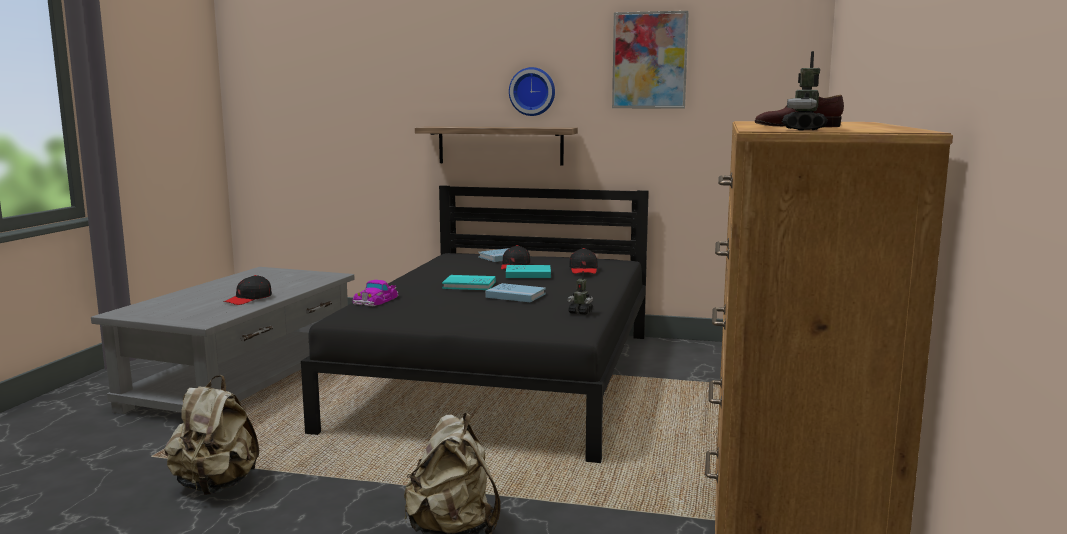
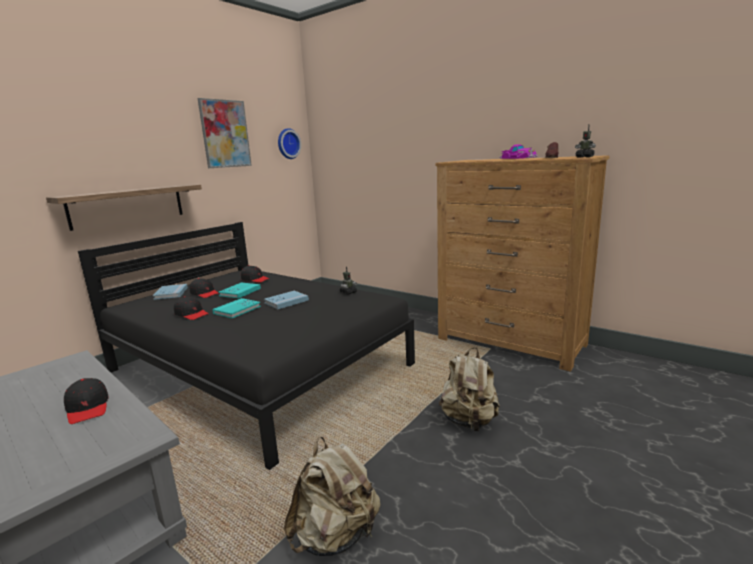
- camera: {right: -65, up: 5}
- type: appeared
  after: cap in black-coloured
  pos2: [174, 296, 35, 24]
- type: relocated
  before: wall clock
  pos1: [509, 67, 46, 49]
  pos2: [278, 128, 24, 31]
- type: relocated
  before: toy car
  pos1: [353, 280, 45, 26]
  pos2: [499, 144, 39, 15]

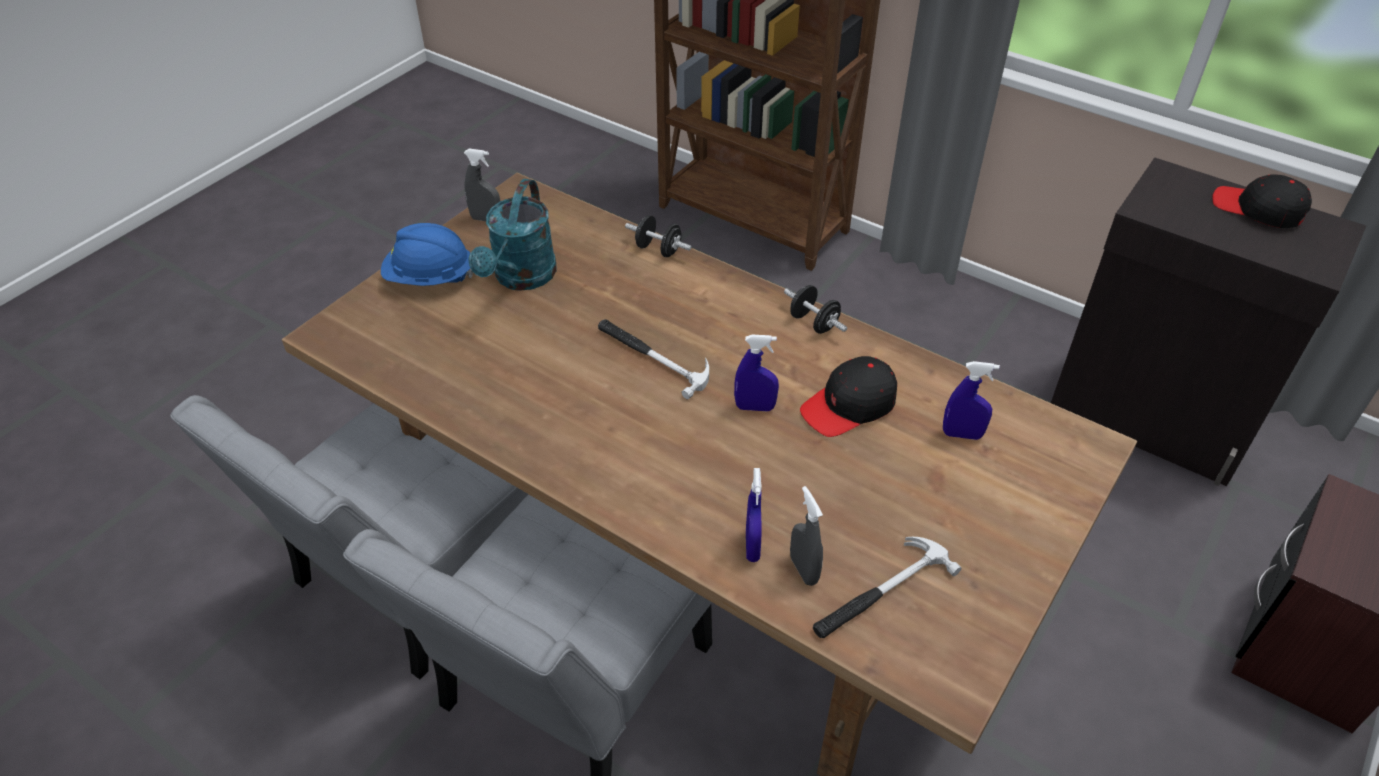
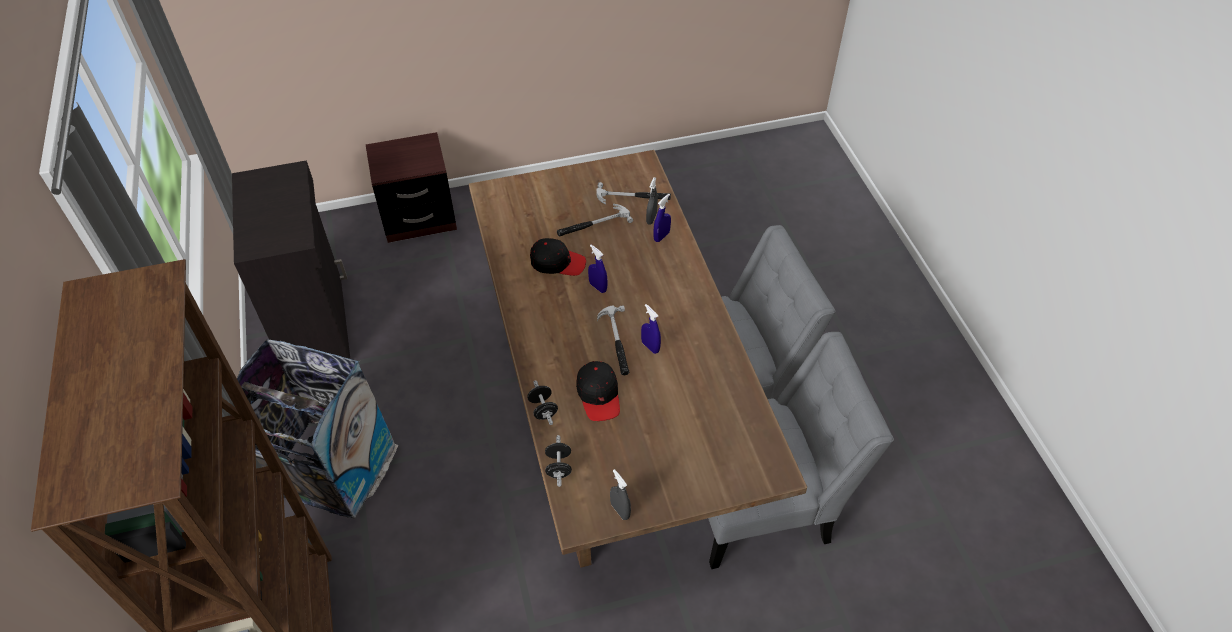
- camera: {right: -140, up: 5}
- type: appeared
  after: waste bin
  pos2: [237, 340, 161, 179]
- type: relocated
  before: free weight in black-coloured
  pos1: [784, 285, 63, 49]
  pos2: [545, 435, 27, 52]
- type: appeared
  after: hammer
  pos2: [557, 204, 76, 32]
- type: relocated
  before: cap in black-coloured
  pos1: [1213, 174, 99, 54]
  pos2: [576, 361, 44, 60]
- type: relocated
  before: spray bottle in blue-coloured
  pos1: [943, 361, 57, 79]
  pos2: [641, 304, 20, 50]
- type: missing
  before: safety helmet in blue-coloured
  pos1: [381, 223, 92, 63]
- type: missing
  before: sprinkling can in turquoise
  pos1: [468, 179, 89, 112]

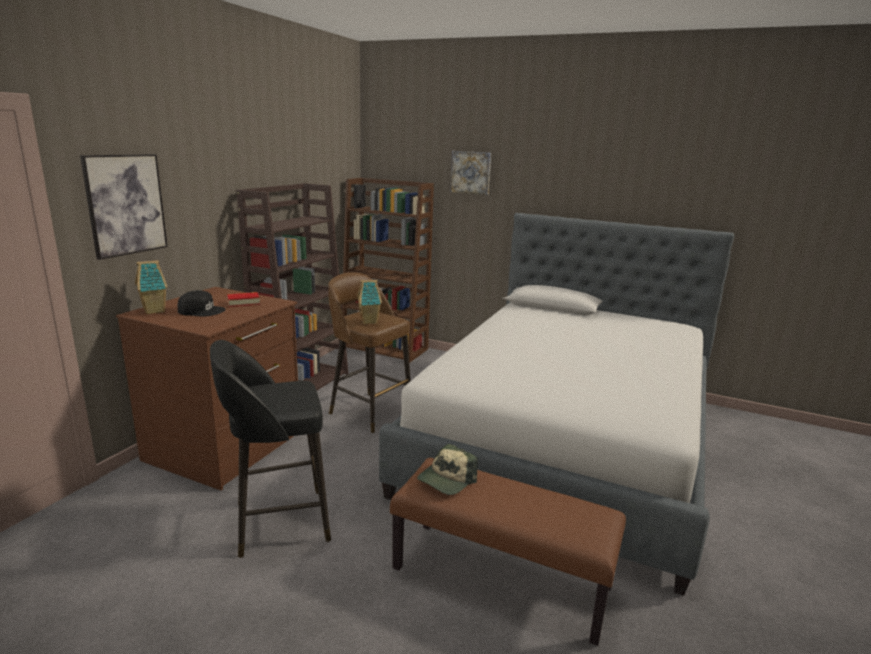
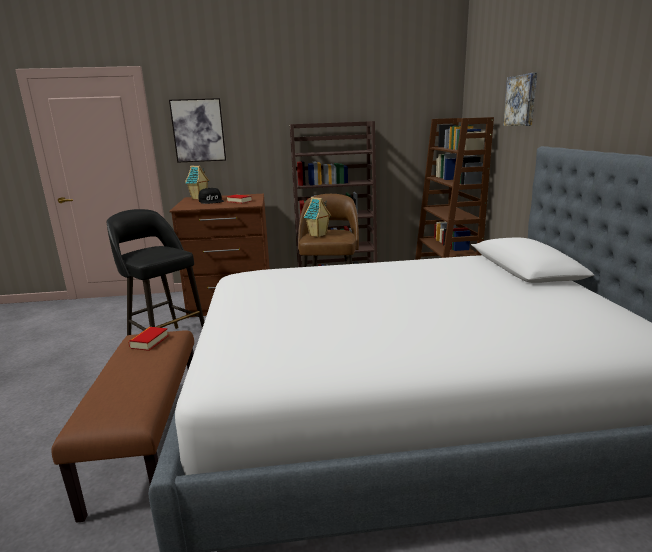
- camera: {right: 60, up: 0}
- type: exchanged
  before: cap
  after: bound book
  pos1: [417, 444, 61, 51]
  pos2: [128, 327, 41, 24]

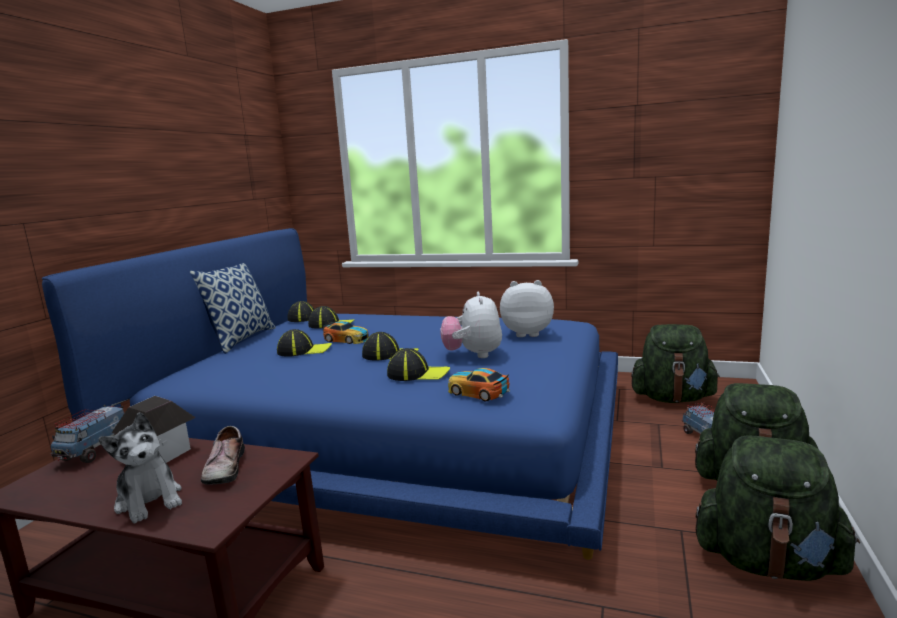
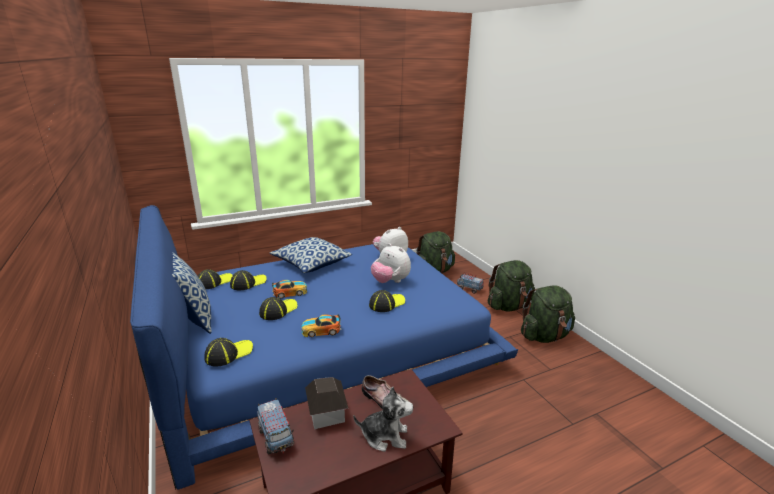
- camera: {right: -45, up: 10}
- type: relocated
  before: cap
  pos1: [362, 332, 57, 29]
  pos2: [204, 338, 49, 28]
- type: appeared
  after: cushion
  pos2: [270, 237, 82, 36]
- type: relocated
  before: toy car
  pos1: [448, 368, 62, 33]
  pos2: [301, 314, 40, 23]

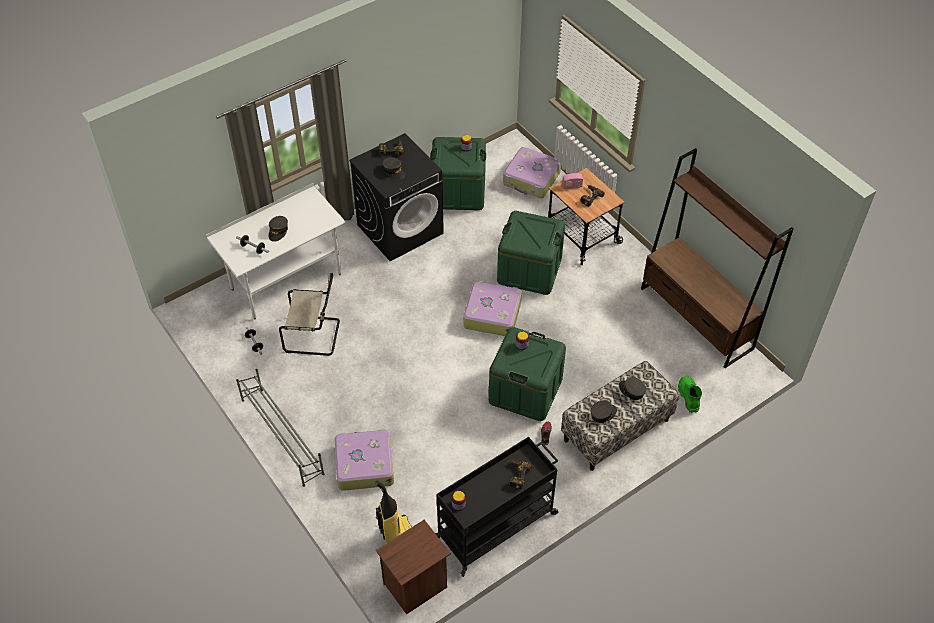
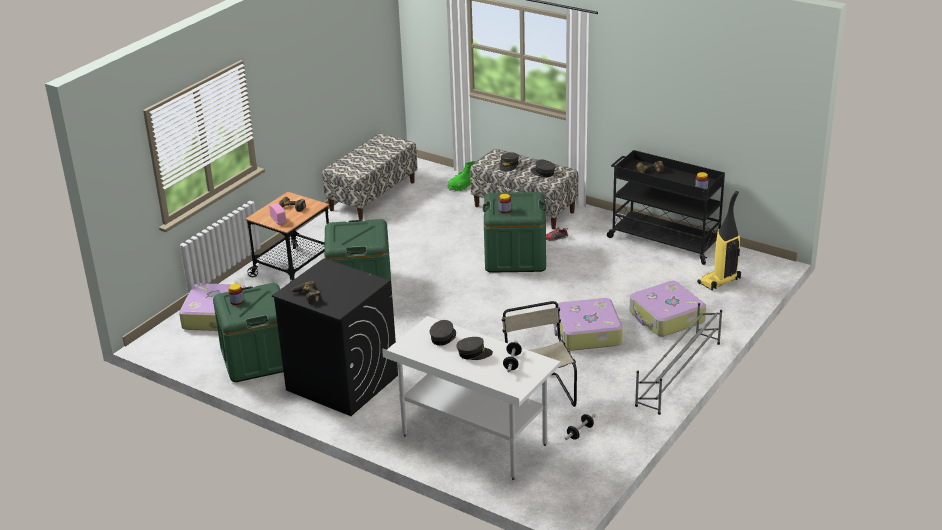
- camera: {right: -110, up: -20}
- type: exchanged
  before: bookshelf in brown
  after: indoor bench
  pos1: [641, 148, 153, 220]
  pos2: [322, 133, 96, 87]
- type: relocated
  before: cap in gray
  pos1: [382, 157, 23, 23]
  pos2: [430, 320, 26, 26]
- type: relocated
  before: suitcase
  pos1: [463, 281, 59, 55]
  pos2: [554, 298, 69, 53]
- type: missing
  before: bedside table in brown
  pos1: [376, 520, 75, 95]

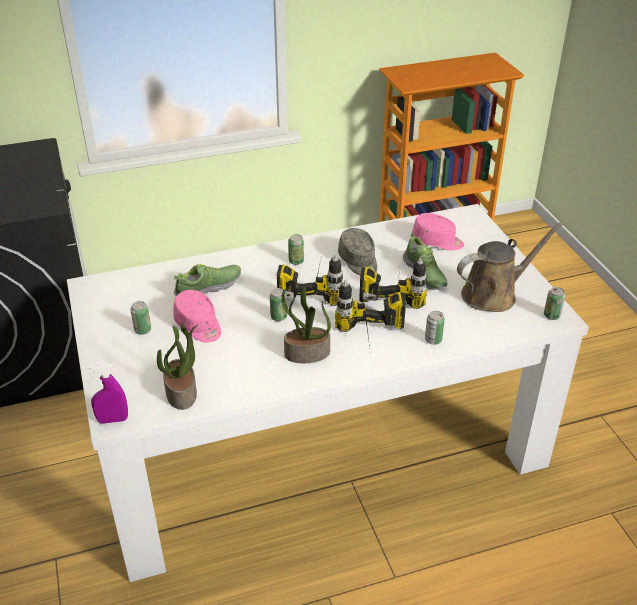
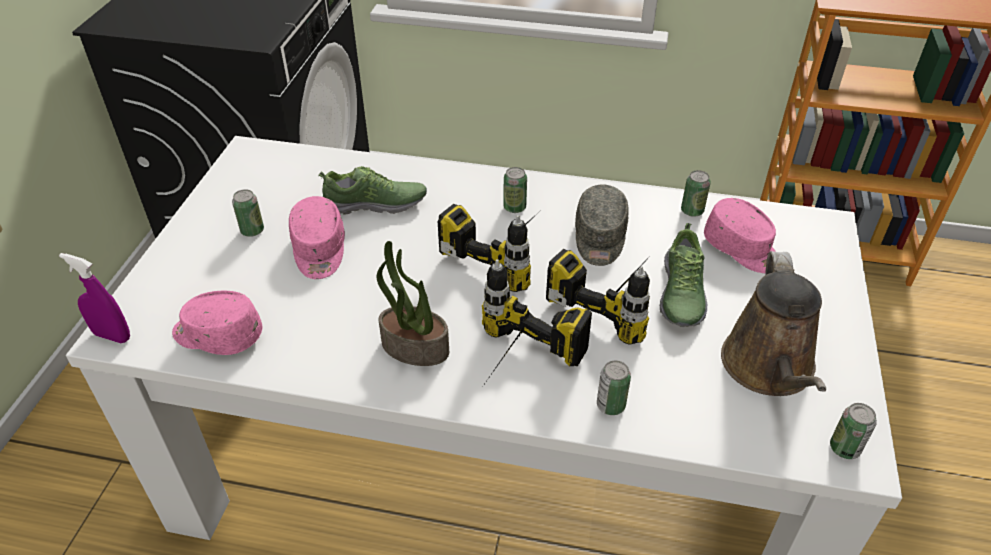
- camera: {right: 30, up: 5}
- type: exchanged
  before: houseplant
  after: cap in pinkish
  pos1: [157, 323, 41, 87]
  pos2: [172, 291, 91, 64]
- type: relocated
  before: metal can
  pos1: [270, 288, 17, 33]
  pos2: [681, 170, 30, 47]
- type: spun
  before: sprinkling can in brown
  pos1: [457, 221, 108, 91]
  pos2: [721, 251, 105, 145]
  turn: 90

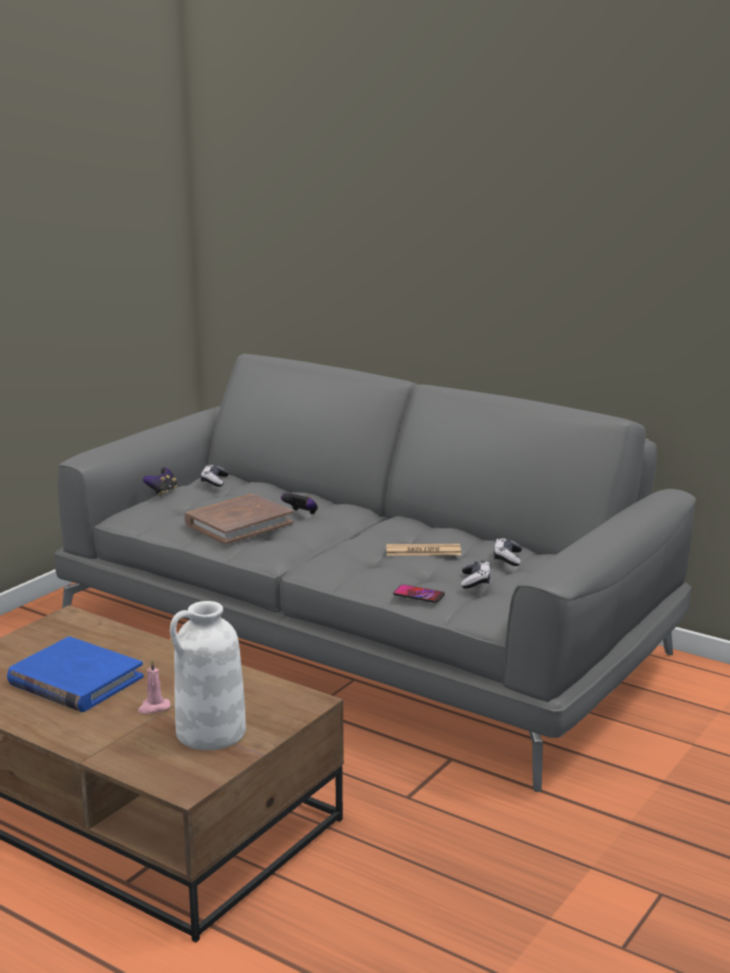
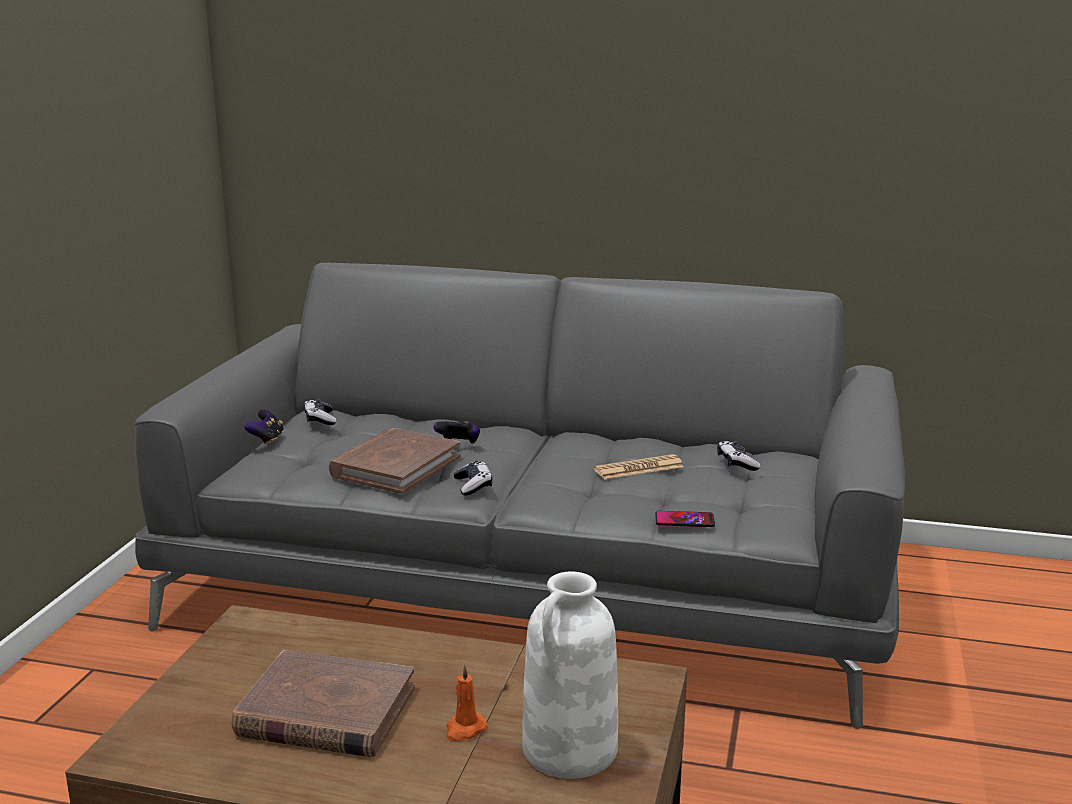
- camera: {right: -20, up: 0}
- type: colour
  before: bound book in blue-coloured
  after: bound book in brown
  pos1: [7, 636, 137, 76]
  pos2: [232, 650, 183, 107]
- type: colour
  before: wax candle in pinkish
  after: wax candle in orangey
  pos1: [138, 660, 33, 54]
  pos2: [446, 664, 41, 77]
- type: relocated
  before: gamepad
  pos1: [461, 560, 29, 28]
  pos2: [453, 461, 40, 34]

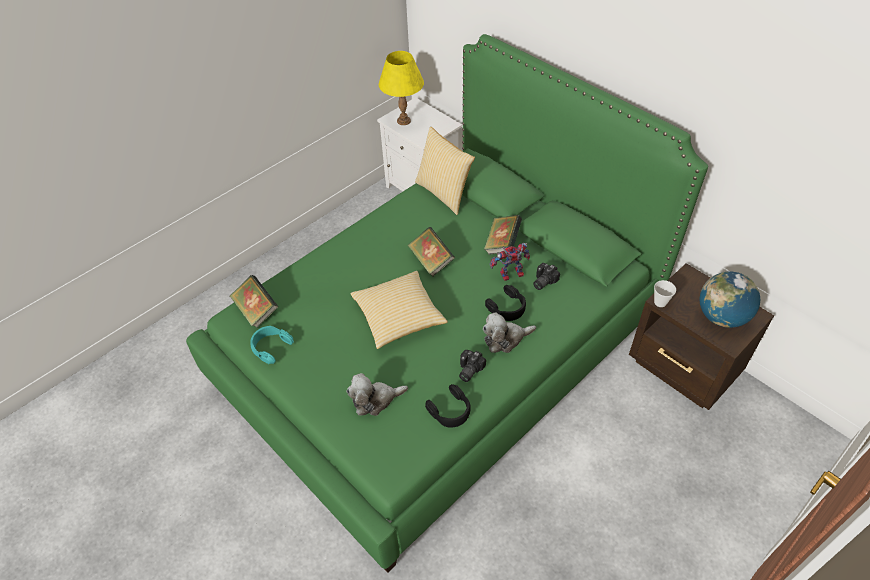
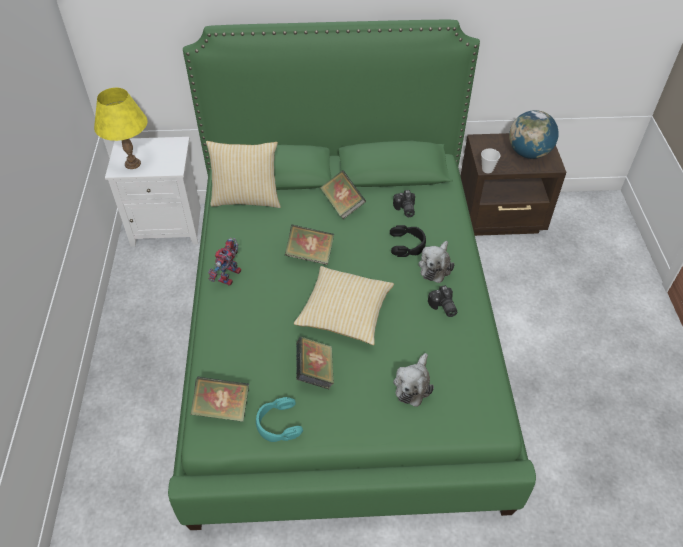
- camera: {right: -50, up: 0}
- type: relocated
  before: toy robot
  pos1: [489, 243, 41, 38]
  pos2: [208, 238, 33, 48]
- type: appeared
  after: bound book
  pos2: [296, 337, 38, 52]
- type: missing
  before: headphones in black-coloured
  pos1: [425, 384, 46, 44]

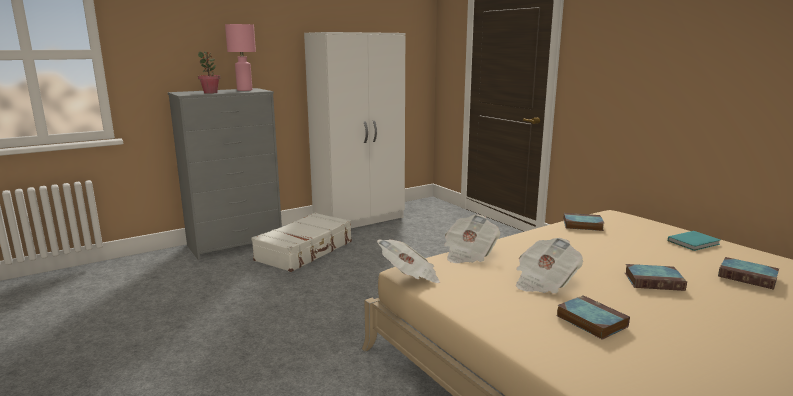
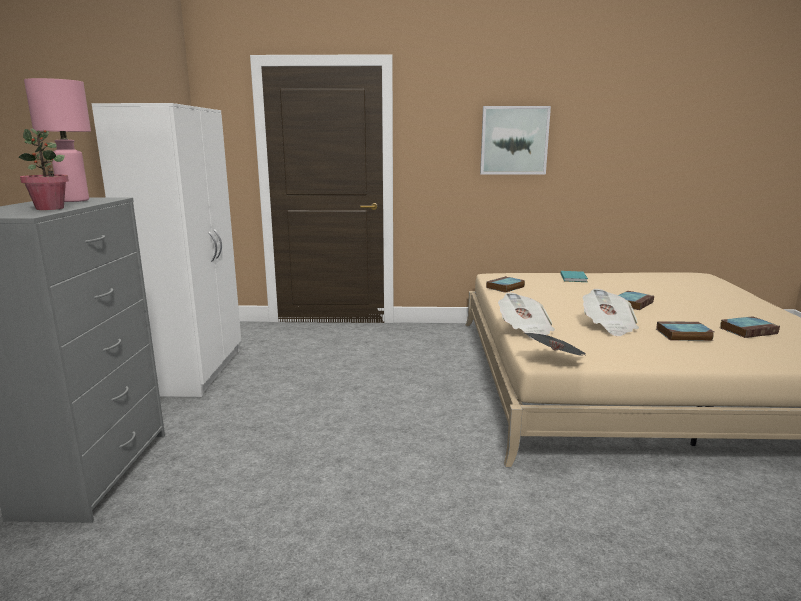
- camera: {right: -55, up: 0}
- type: appeared
  after: wall art
  pos2: [480, 106, 71, 69]
- type: relocated
  before: bound book
  pos1: [718, 257, 61, 33]
  pos2: [720, 316, 60, 22]
- type: missing
  before: suitcase in white-coloured
  pos1: [252, 213, 100, 59]

